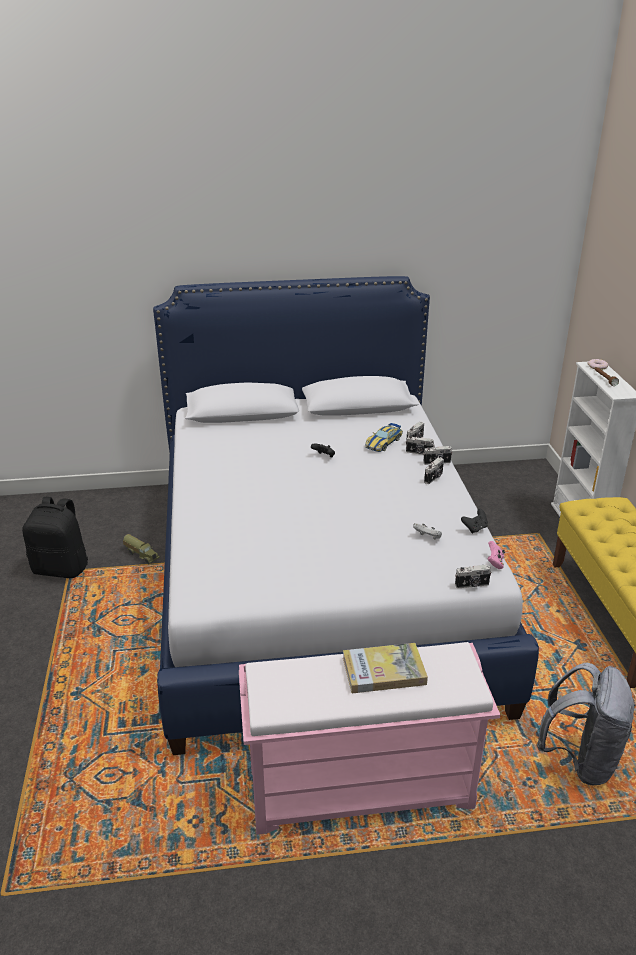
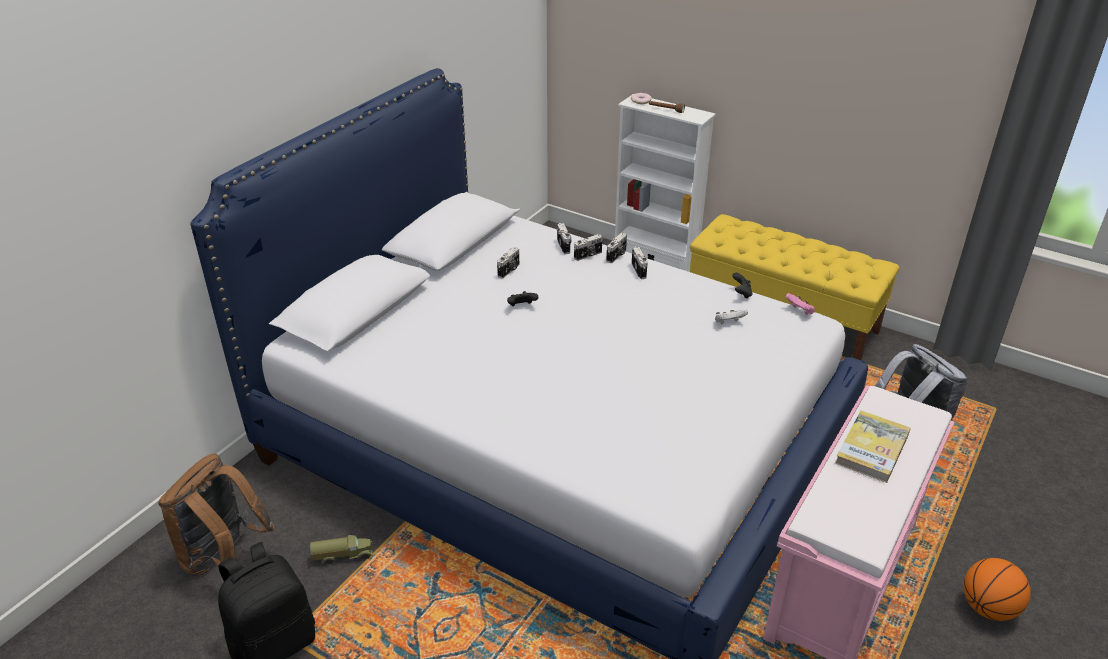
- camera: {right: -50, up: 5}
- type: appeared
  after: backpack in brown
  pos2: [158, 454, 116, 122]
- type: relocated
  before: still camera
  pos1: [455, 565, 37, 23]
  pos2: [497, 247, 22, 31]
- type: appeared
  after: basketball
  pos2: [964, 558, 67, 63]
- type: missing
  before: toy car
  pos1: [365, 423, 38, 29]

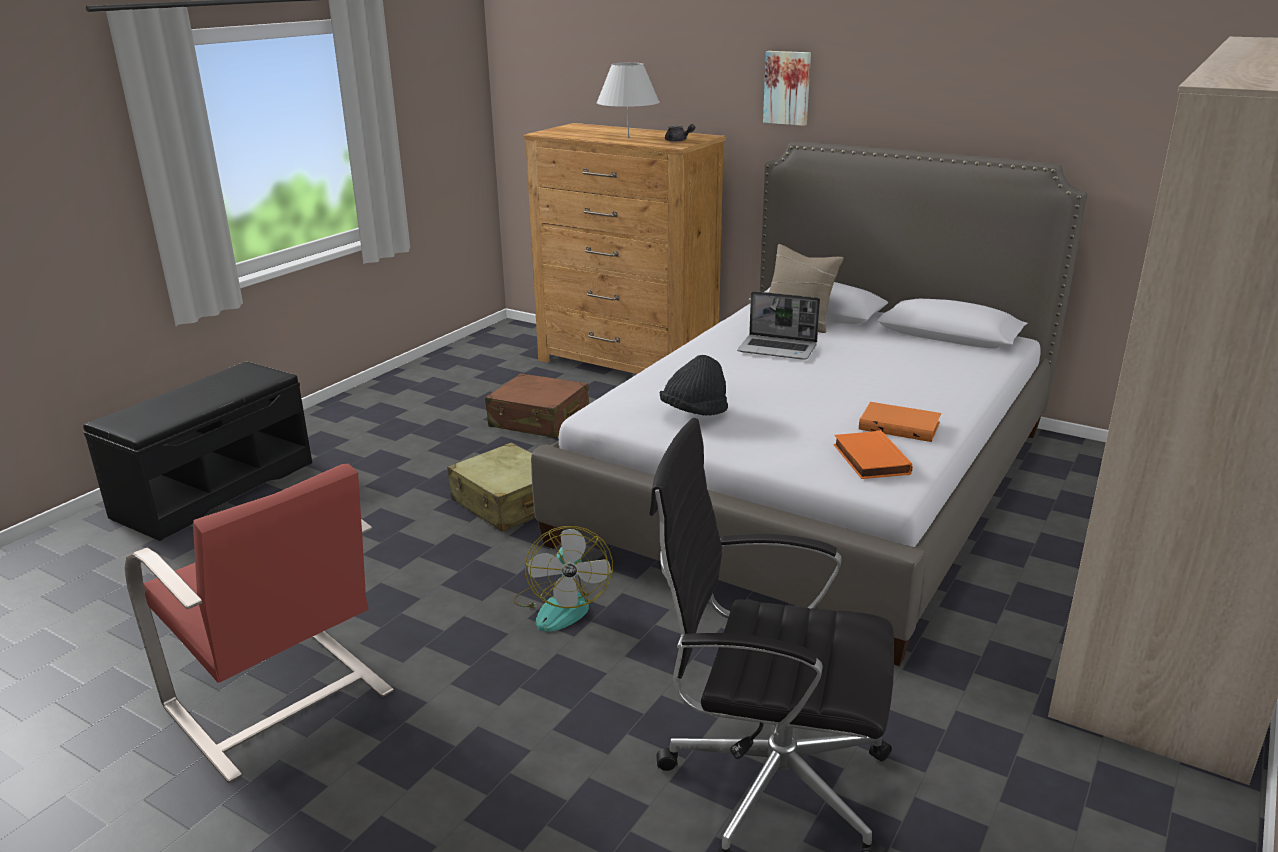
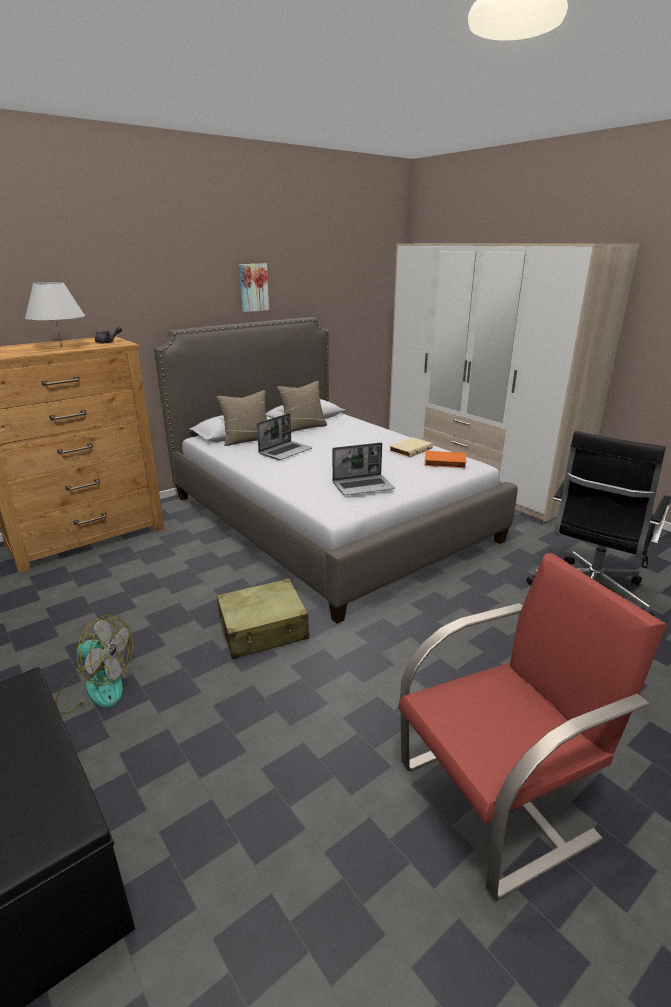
- camera: {right: -70, up: 0}
- type: relocated
  before: cooling fan
  pos1: [513, 526, 100, 105]
  pos2: [55, 615, 78, 99]
- type: relocated
  before: wall art
  pos1: [763, 51, 48, 75]
  pos2: [239, 264, 30, 48]
- type: appeared
  after: cushion in sand-coloured
  pos2: [277, 381, 50, 51]
- type: exchanged
  before: wearable hat in black-coloured
  after: portable computer
  pos1: [660, 355, 68, 61]
  pos2: [332, 443, 63, 52]
- type: colour
  before: bound book in orangey
  after: bound book in sand-coloured
  pos1: [859, 402, 82, 40]
  pos2: [390, 437, 43, 21]
- type: missing
  before: suitcase in brown
  pos1: [485, 373, 104, 65]

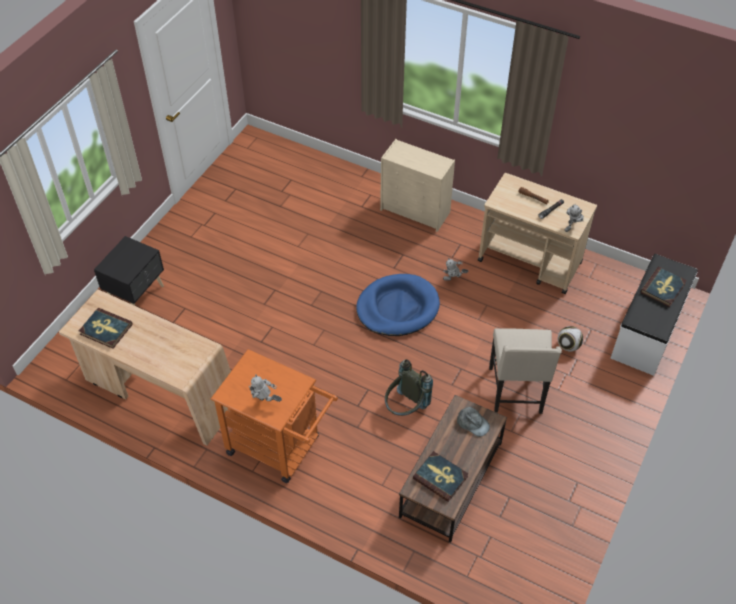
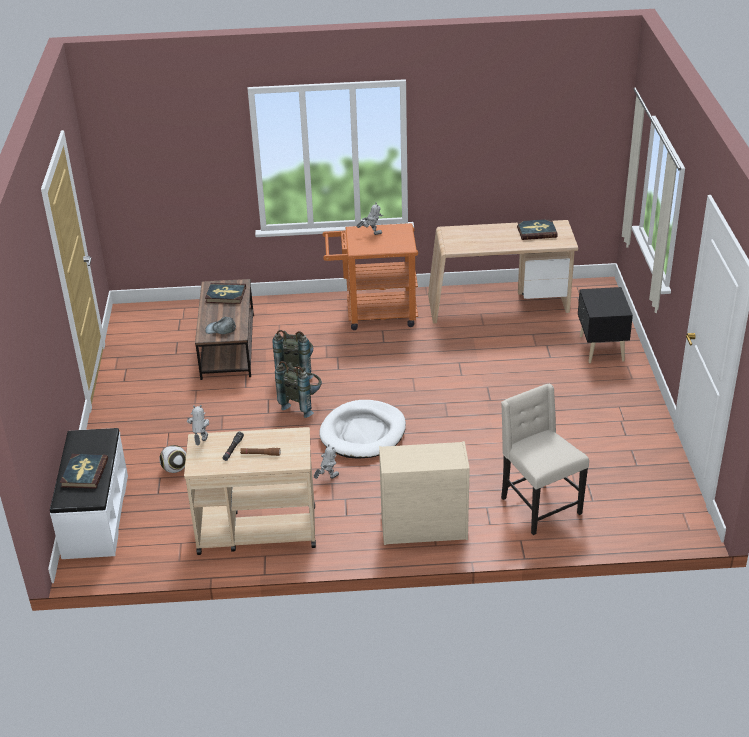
- camera: {right: 150, up: -15}
- type: appeared
  after: backpack in gray
  pos2: [275, 361, 47, 57]
- type: colour
  before: pet bed in blue-coloured
  after: pet bed in white-coloured
  pos1: [356, 274, 84, 62]
  pos2: [319, 400, 87, 59]
- type: relocated
  before: plain chair in sand-coloured
  pos1: [489, 328, 73, 86]
  pos2: [501, 384, 88, 151]

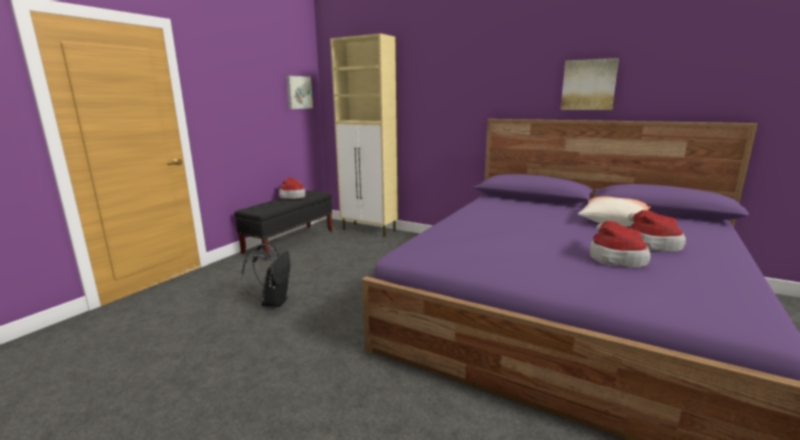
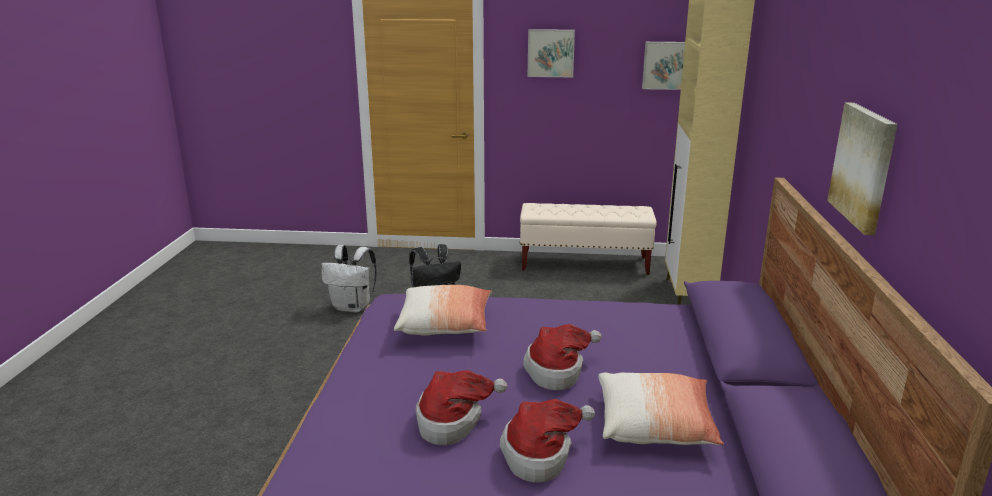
- camera: {right: 65, up: 5}
- type: appeared
  after: backpack in white-coloured
  pos2: [321, 245, 56, 68]
- type: appeared
  after: cushion
  pos2: [394, 285, 98, 51]
- type: colour
  before: indoor bench in black-coloured
  after: indoor bench in sand-coloured
  pos1: [234, 190, 99, 70]
  pos2: [520, 203, 137, 72]
- type: relocated
  before: wearable hat
  pos1: [279, 177, 27, 22]
  pos2: [523, 324, 79, 66]
- type: appeared
  after: wall art
  pos2: [528, 29, 47, 49]

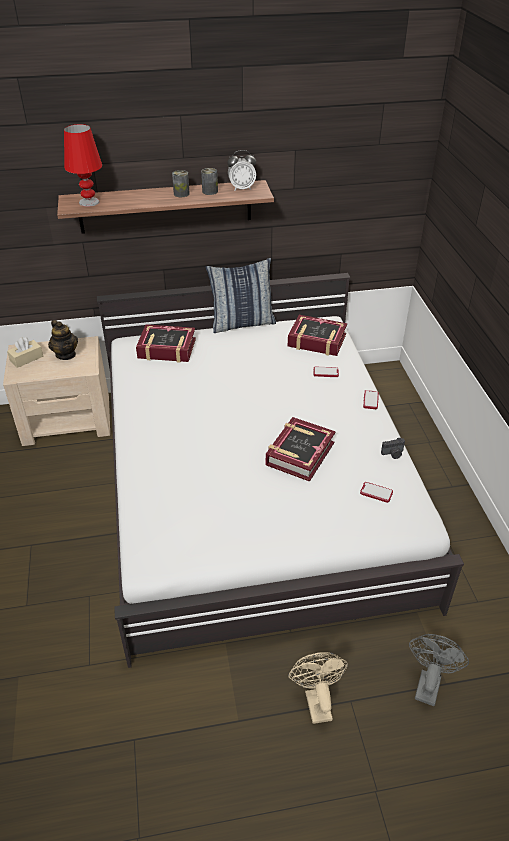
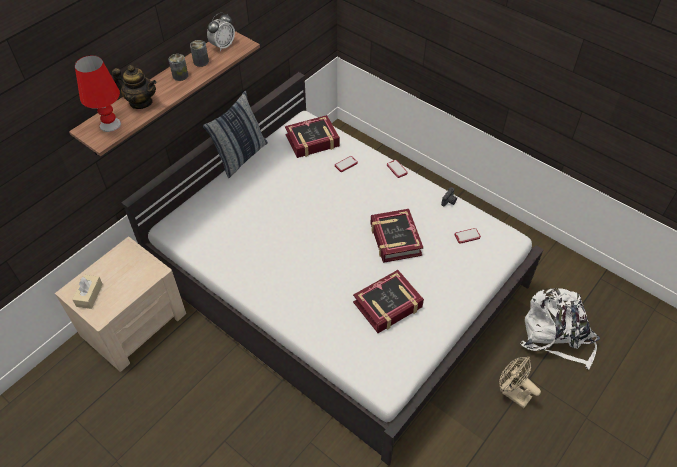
- camera: {right: -40, up: 10}
- type: relocated
  before: teapot
  pos1: [48, 320, 30, 40]
  pos2: [112, 65, 45, 44]
- type: relocated
  before: bound book
  pos1: [136, 324, 60, 39]
  pos2: [353, 270, 71, 63]
- type: exchanged
  before: cooling fan in gray
  after: backpack in white-coloured
  pos1: [409, 634, 60, 72]
  pos2: [521, 288, 79, 82]

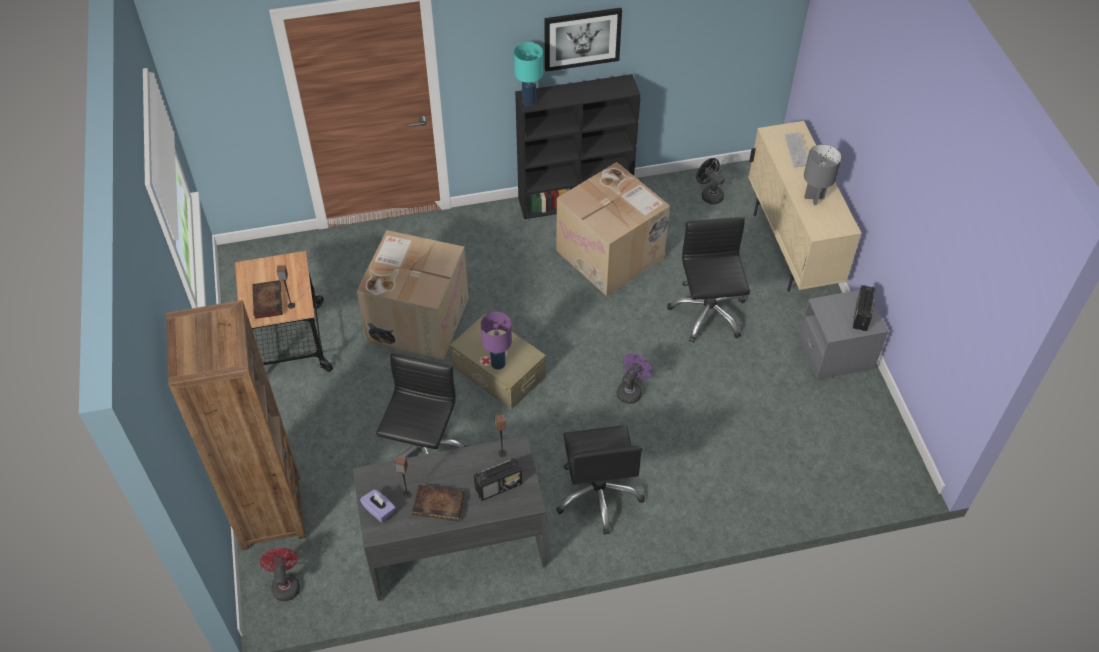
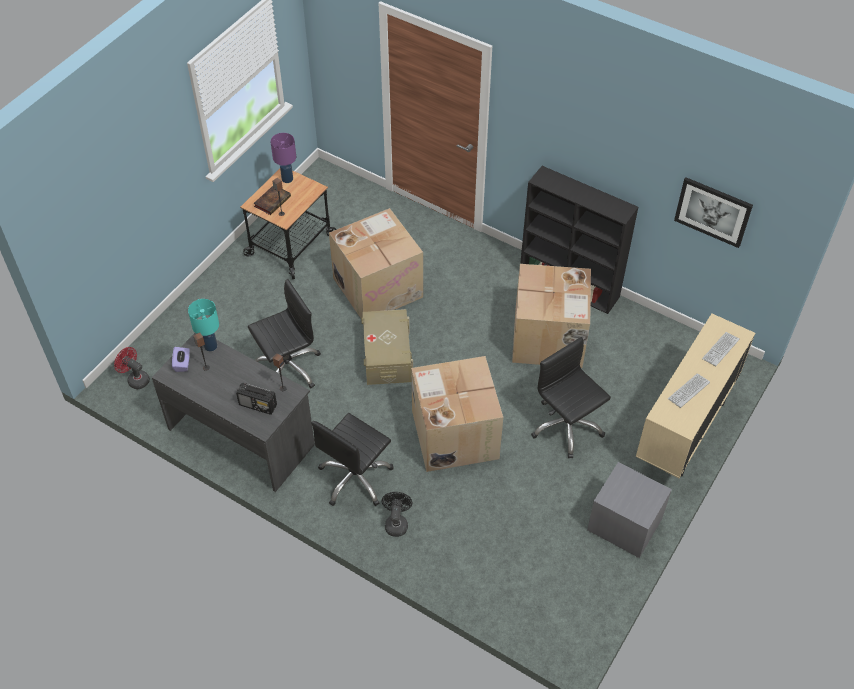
- camera: {right: 45, up: 0}
- type: spun
  before: cooling fan in red
  pos1: [260, 548, 40, 53]
  pos2: [114, 347, 36, 42]
  turn: -90
- type: relocated
  before: table lamp in turquoise
  pos1: [514, 42, 29, 64]
  pos2: [188, 299, 31, 52]
- type: relocated
  before: table lamp in purple-coloured
  pos1: [481, 312, 31, 58]
  pos2: [271, 133, 25, 50]
- type: relocated
  before: cooling fan in black-coloured
  pos1: [696, 158, 29, 47]
  pos2: [382, 492, 30, 45]
- type: exchanged
  before: cooling fan in purple-coloured
  after: carton
  pos1: [617, 353, 35, 51]
  pos2: [411, 356, 92, 116]
- type: spun
  before: computer chair in black-coloured
  pos1: [667, 217, 83, 126]
  pos2: [531, 337, 80, 121]
  turn: -75
- type: exchanged
  before: table lamp in gray
  after: computer keyboard
  pos1: [804, 144, 38, 61]
  pos2: [668, 373, 42, 35]
- type: relocated
  before: wall art
  pos1: [545, 8, 77, 64]
  pos2: [674, 177, 79, 71]
- type: missing
  before: bookshelf in brown
  pos1: [166, 300, 140, 251]
- type: missing
  before: bound book
  pos1: [412, 485, 53, 37]
- type: missing
  before: radio
  pos1: [853, 285, 23, 46]

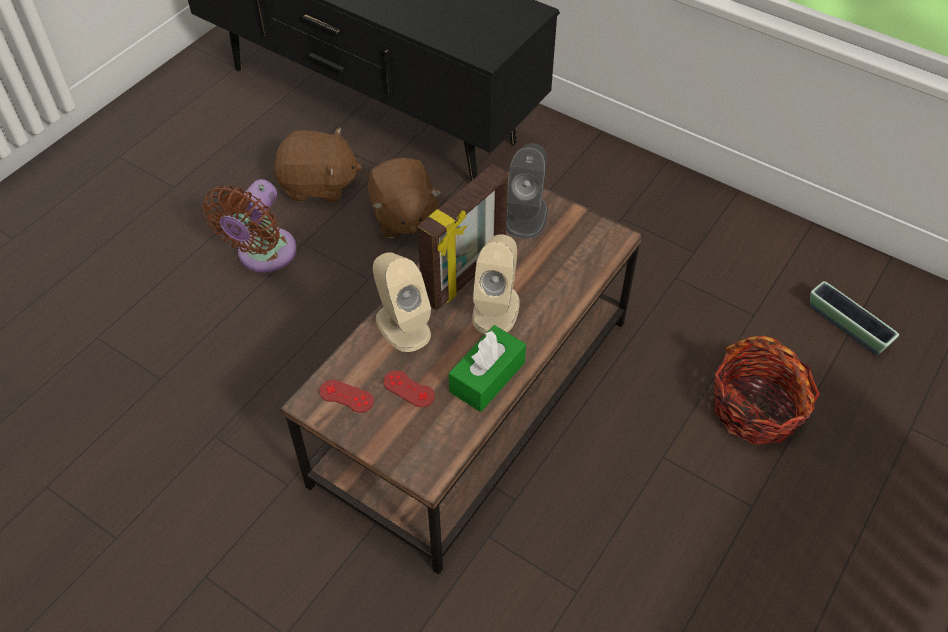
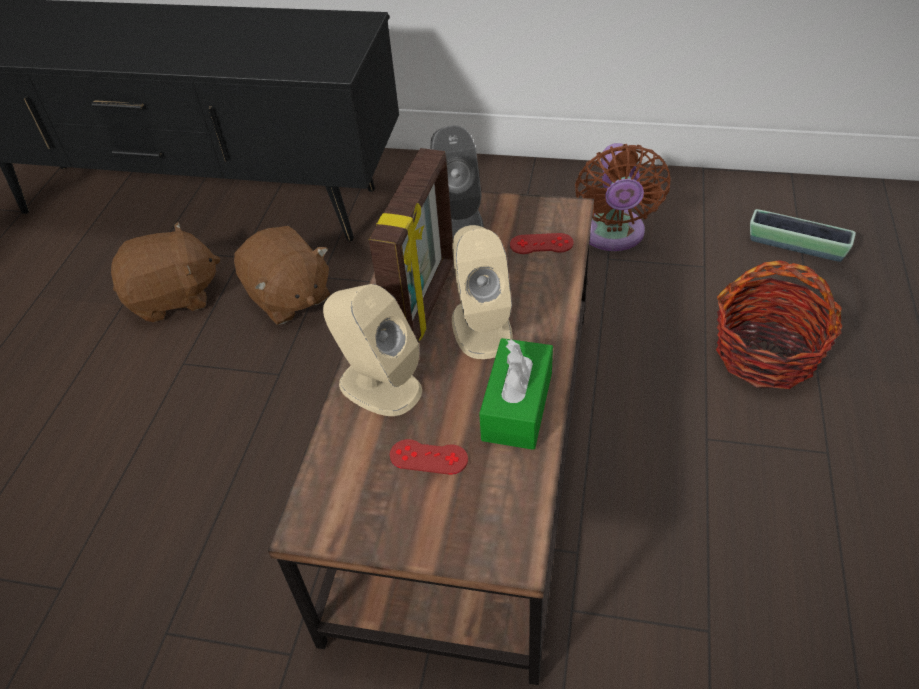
- camera: {right: -20, up: -5}
- type: relocated
  before: gamepad in red
  pos1: [319, 380, 55, 33]
  pos2: [510, 233, 64, 21]
- type: relocated
  before: cooling fan in brown
  pos1: [203, 179, 94, 94]
  pos2: [575, 143, 95, 108]

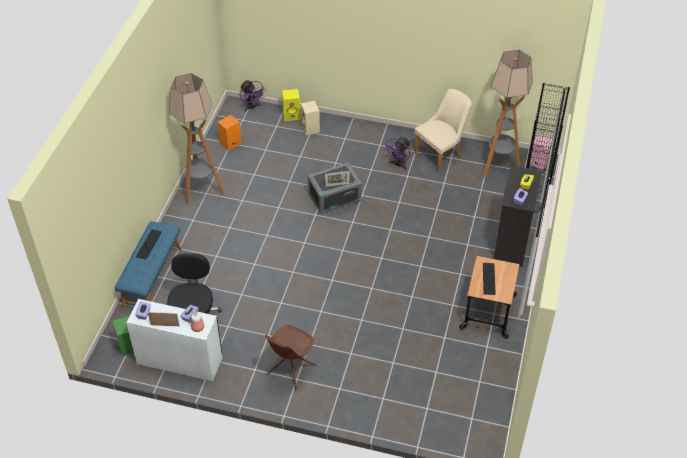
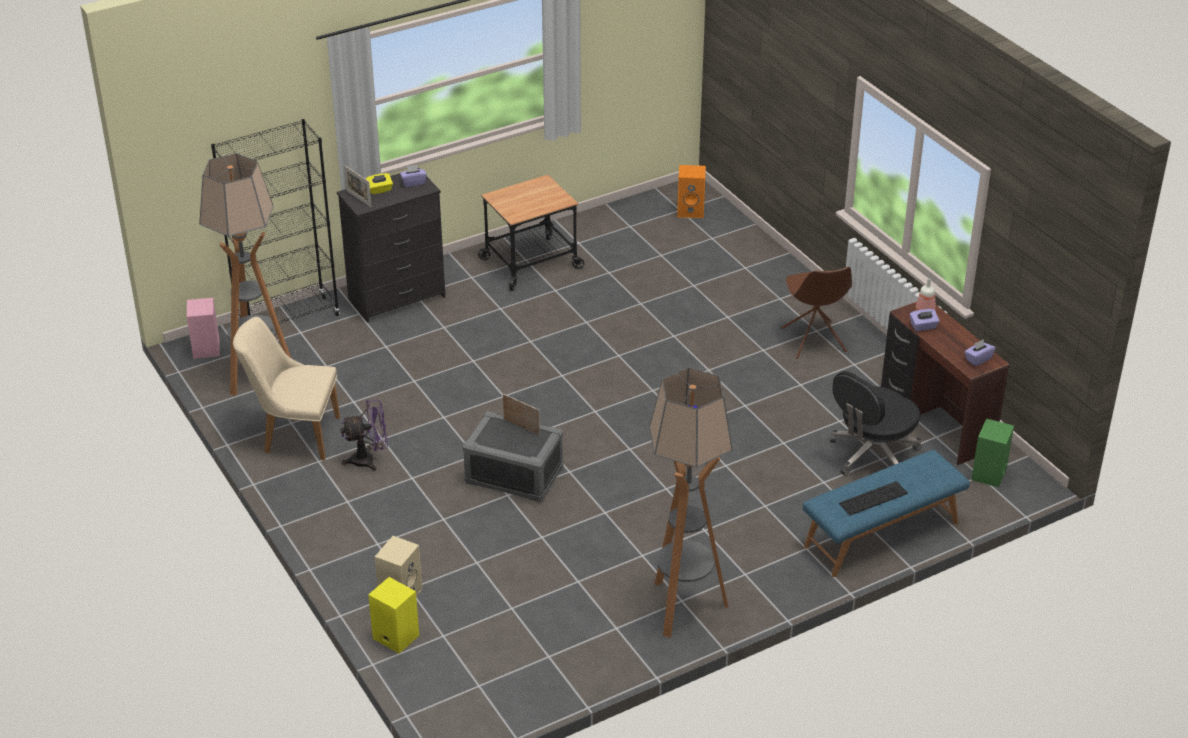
- camera: {right: -135, up: -10}
- type: relocated
  before: picture frame
  pos1: [148, 312, 32, 14]
  pos2: [344, 165, 27, 42]
- type: relocated
  before: audio speaker in orangey
  pos1: [218, 115, 24, 36]
  pos2: [677, 165, 29, 53]
- type: spun
  before: plain chair in brown
  pos1: [265, 325, 52, 65]
  pos2: [781, 267, 71, 92]
  turn: 90
- type: colour
  before: desk table in white-coloured
  after: desk table in brown
  pos1: [126, 299, 96, 82]
  pos2: [881, 302, 128, 163]
- type: missing
  before: cooling fan in purple-coloured
  pos1: [240, 80, 26, 31]
- type: missing
  before: computer keyboard
  pos1: [483, 263, 13, 32]

